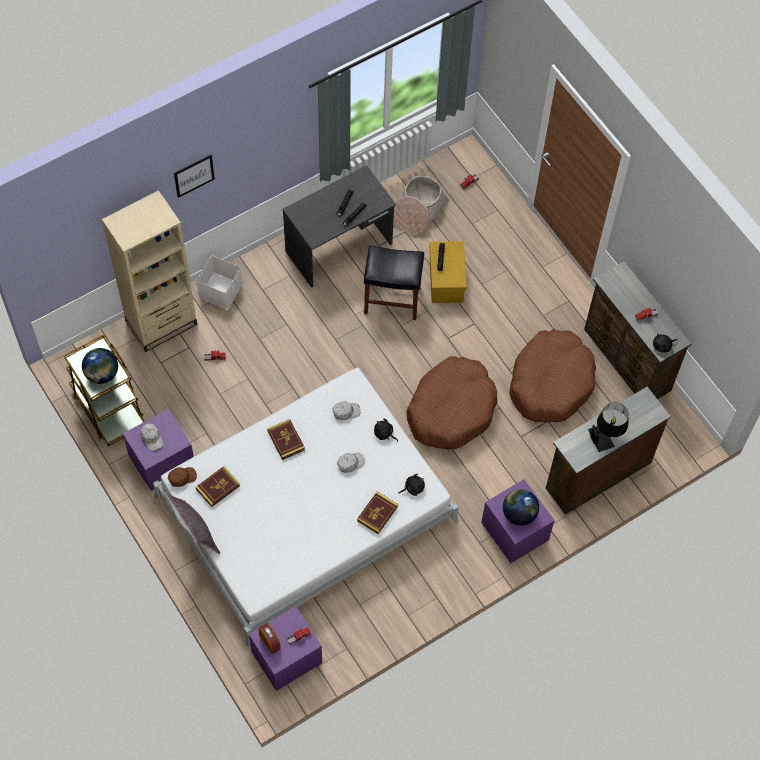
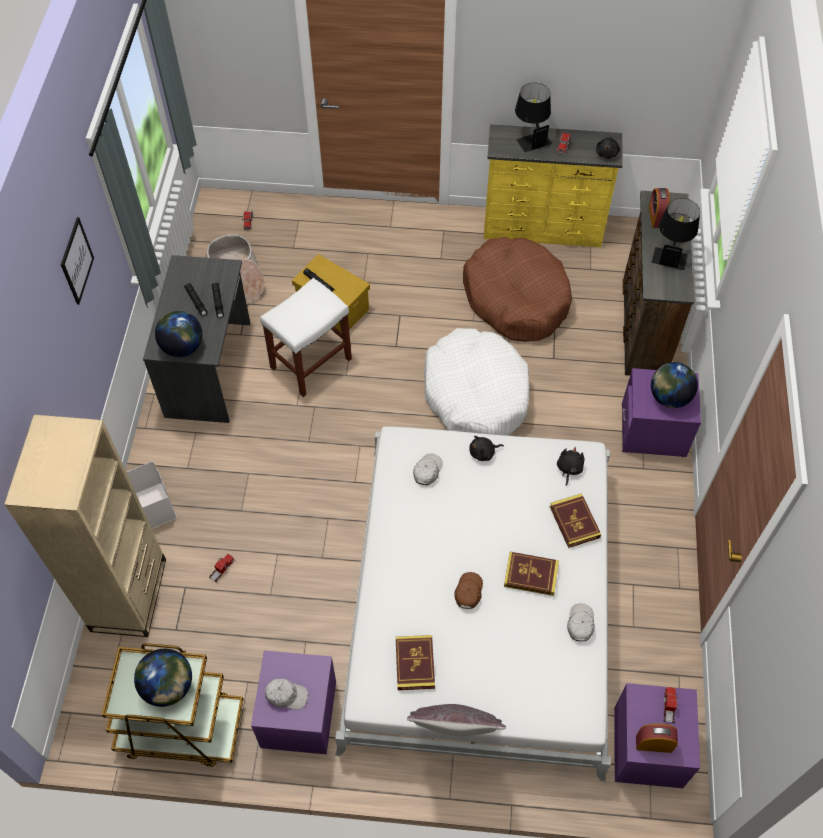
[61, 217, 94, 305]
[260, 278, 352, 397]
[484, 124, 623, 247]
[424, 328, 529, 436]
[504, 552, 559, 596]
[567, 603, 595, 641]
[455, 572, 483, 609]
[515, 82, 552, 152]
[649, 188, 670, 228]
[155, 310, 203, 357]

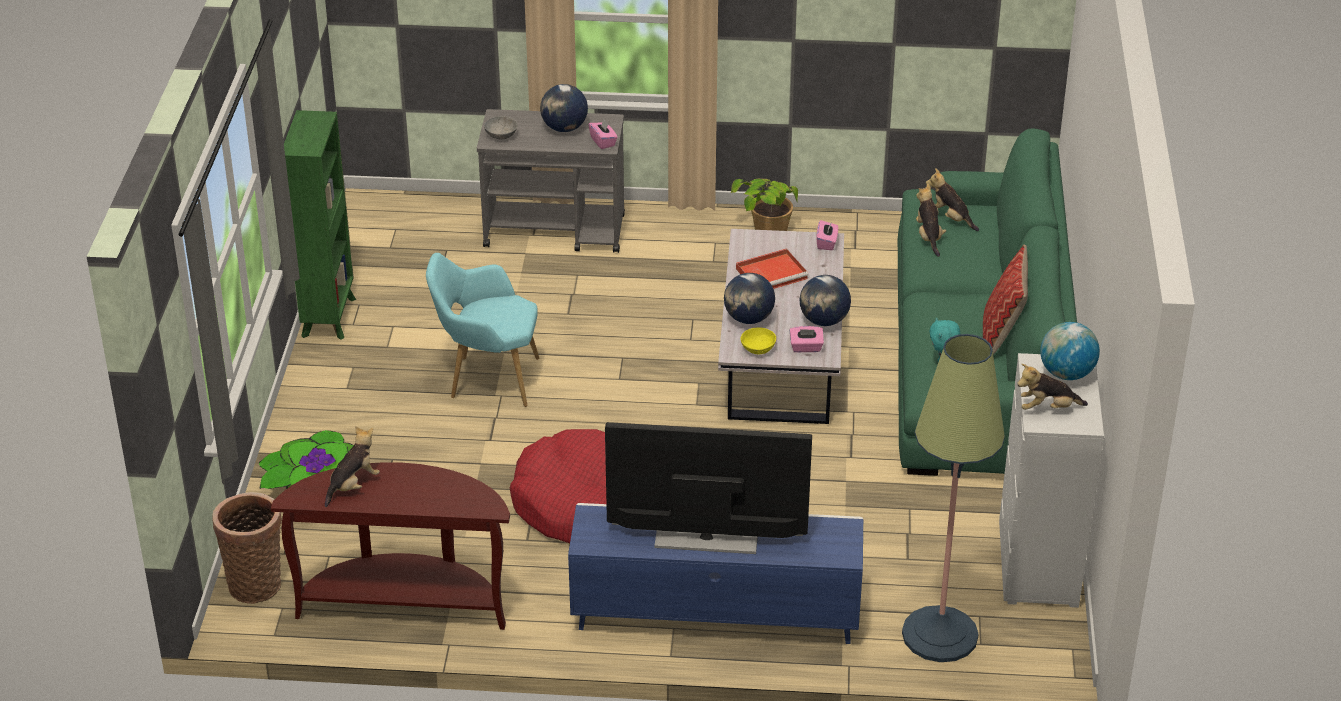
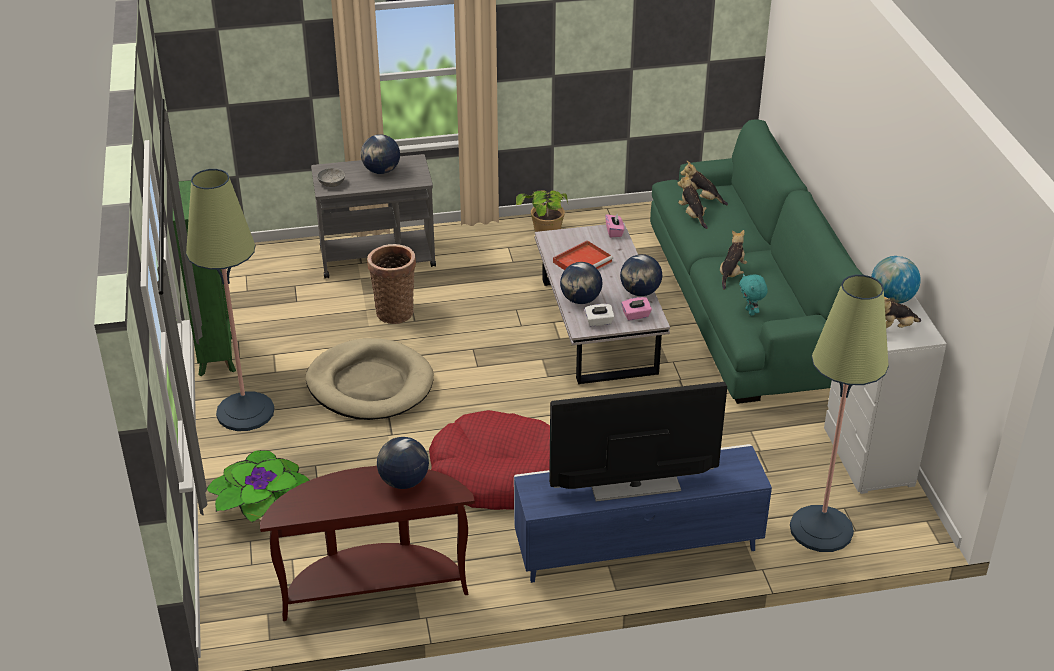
[588, 119, 618, 149] (first image)
[983, 245, 1028, 355] (first image)
[306, 338, 434, 420]
[585, 304, 614, 327]
[720, 230, 747, 290]
[367, 244, 416, 324]
[186, 169, 274, 431]
[377, 437, 429, 489]

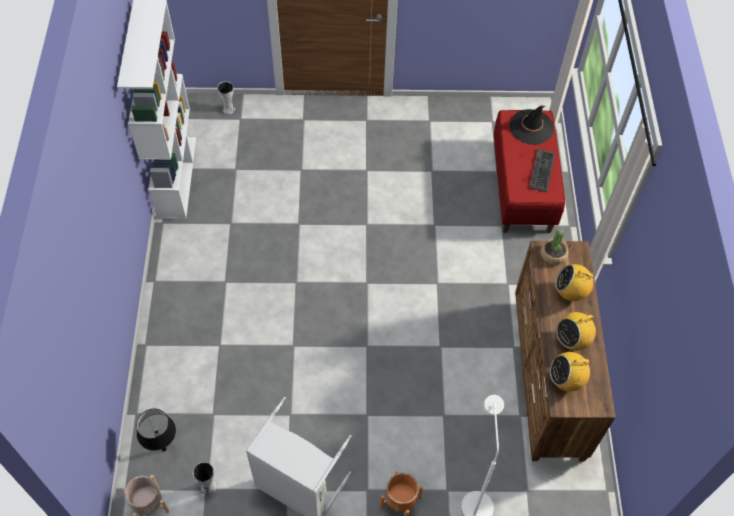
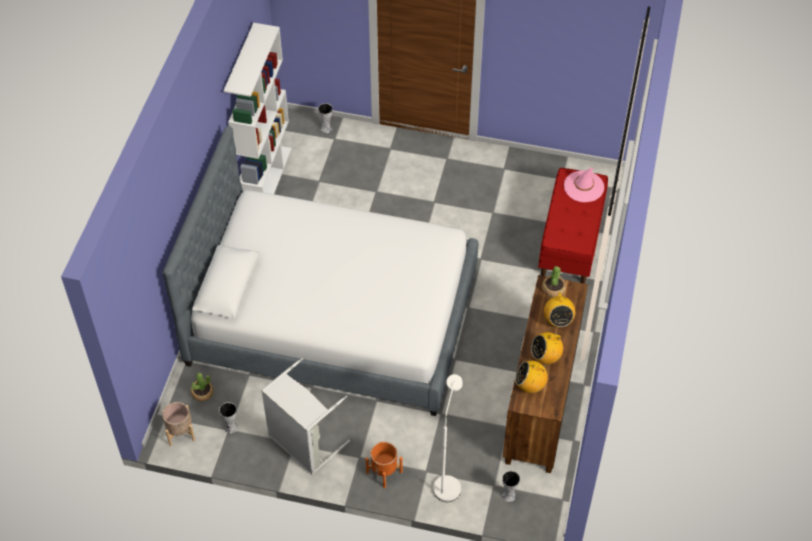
[564, 168, 604, 202]
[529, 149, 555, 192] (first image)
[544, 292, 575, 328]
[191, 373, 214, 402]
[163, 126, 478, 416]
[502, 471, 520, 502]

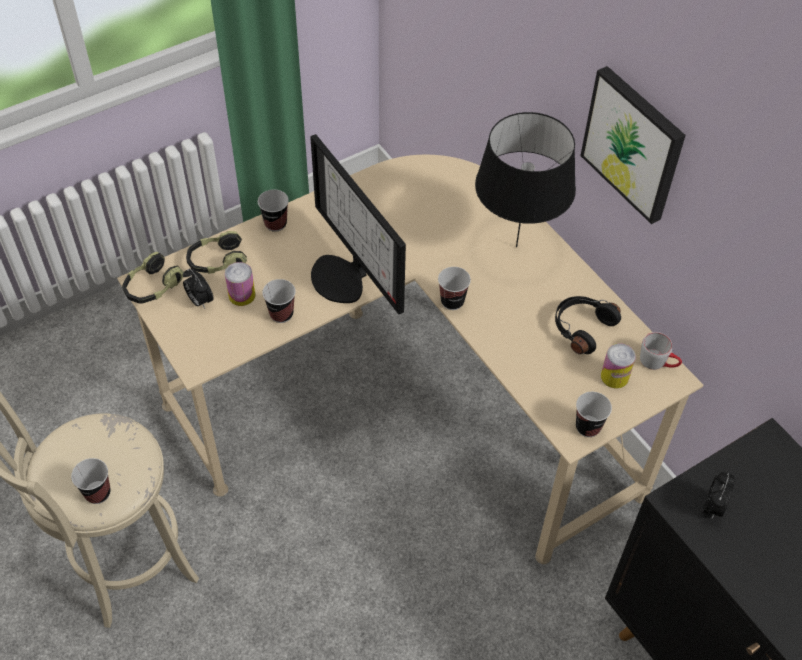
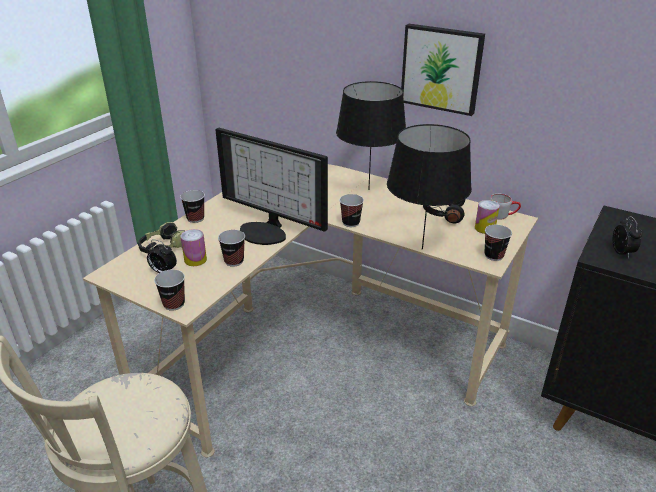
[122, 252, 184, 304] (first image)
[154, 270, 185, 311]
[387, 124, 472, 250]

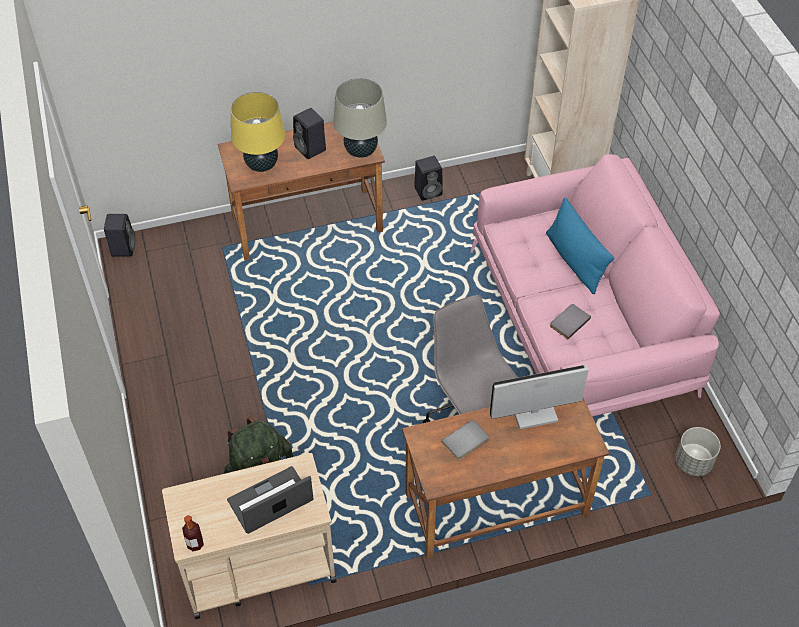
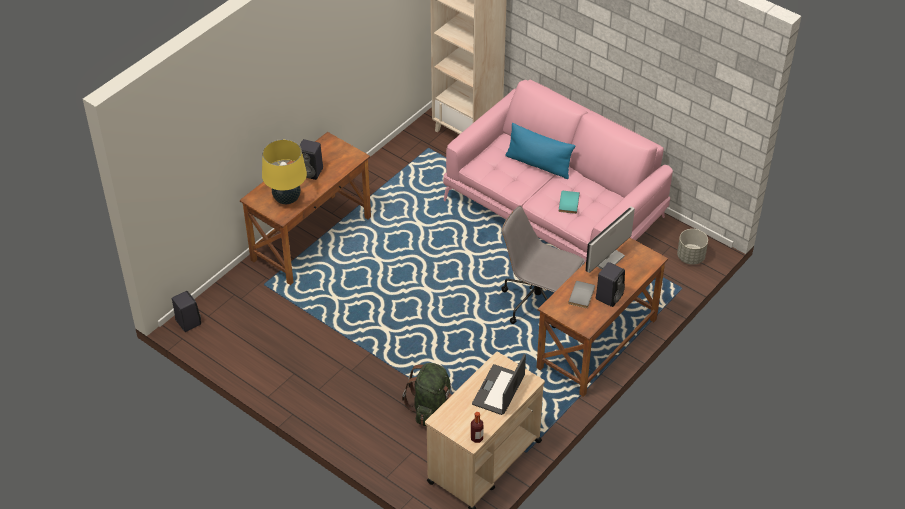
[333, 78, 387, 158] (first image)
[596, 262, 625, 307]
[559, 191, 580, 214]

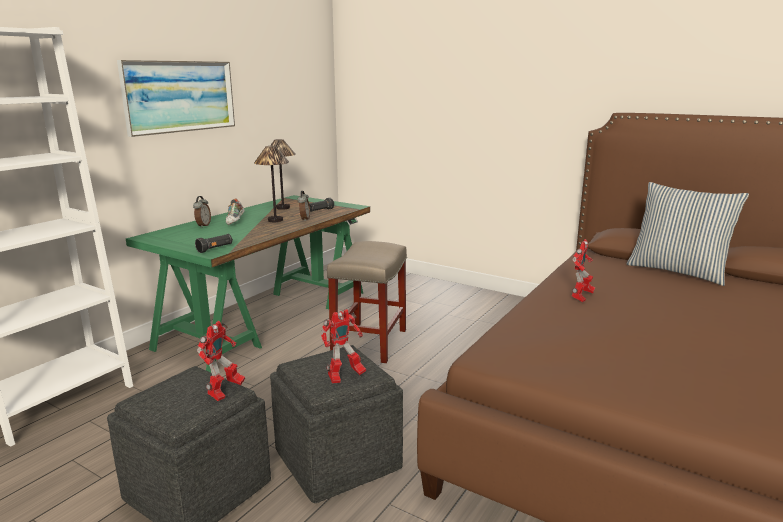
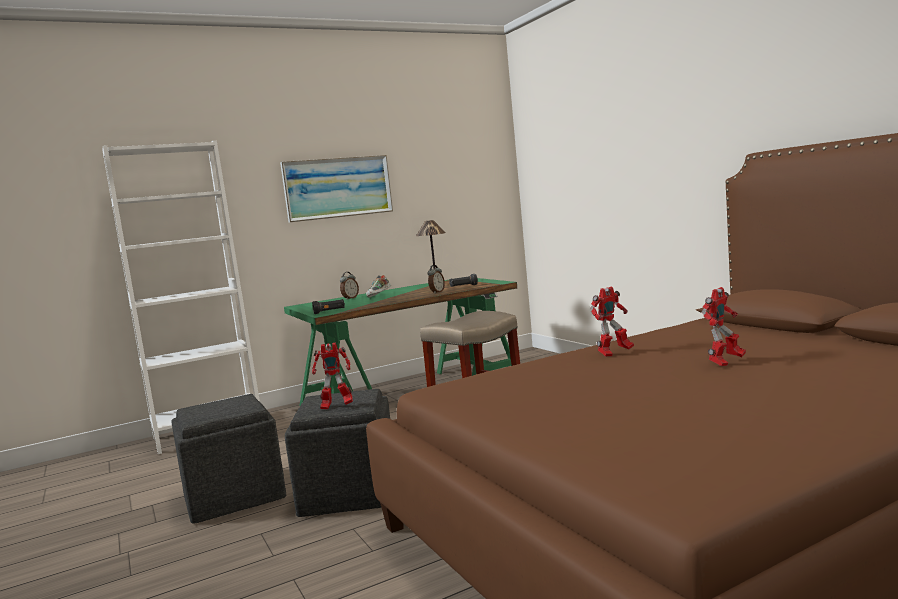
[254, 146, 289, 222] (first image)
[627, 182, 749, 286] (first image)
[702, 287, 746, 366]

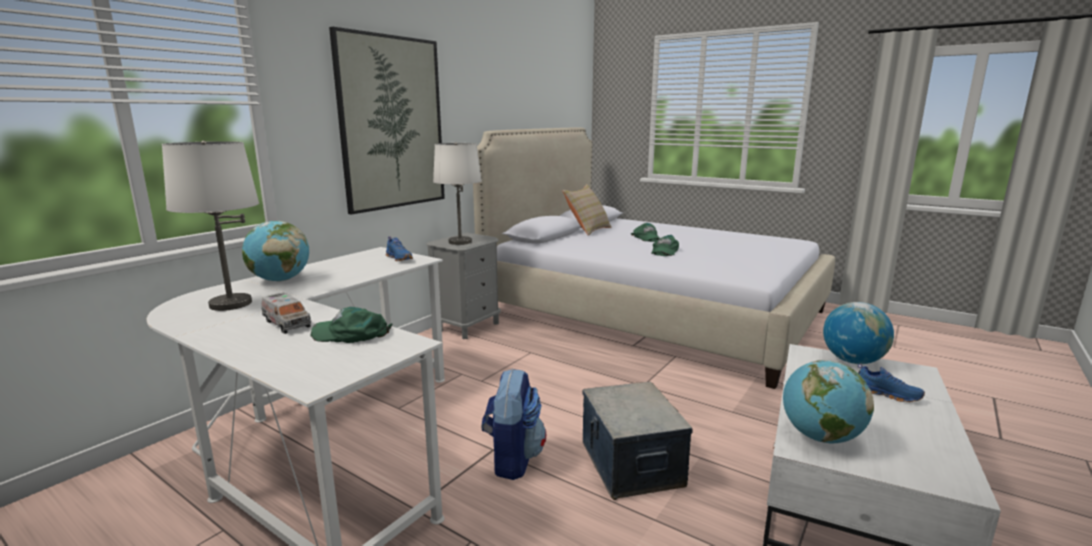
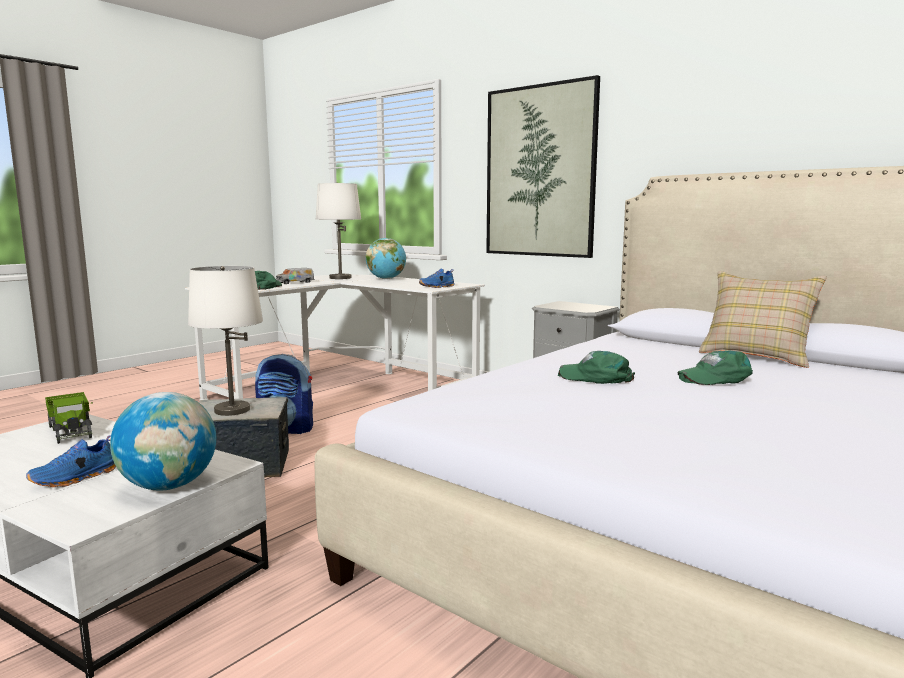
[188, 266, 263, 416]
[45, 392, 93, 444]

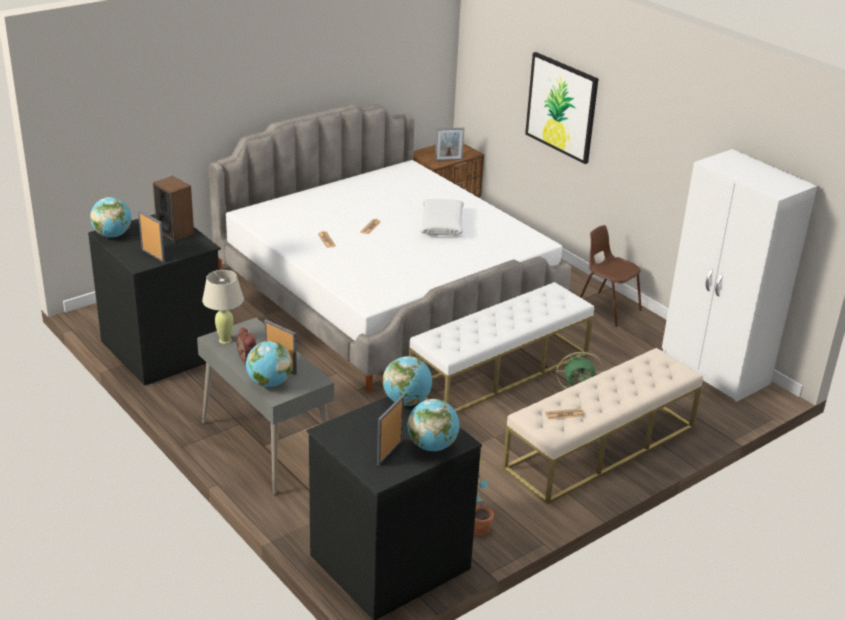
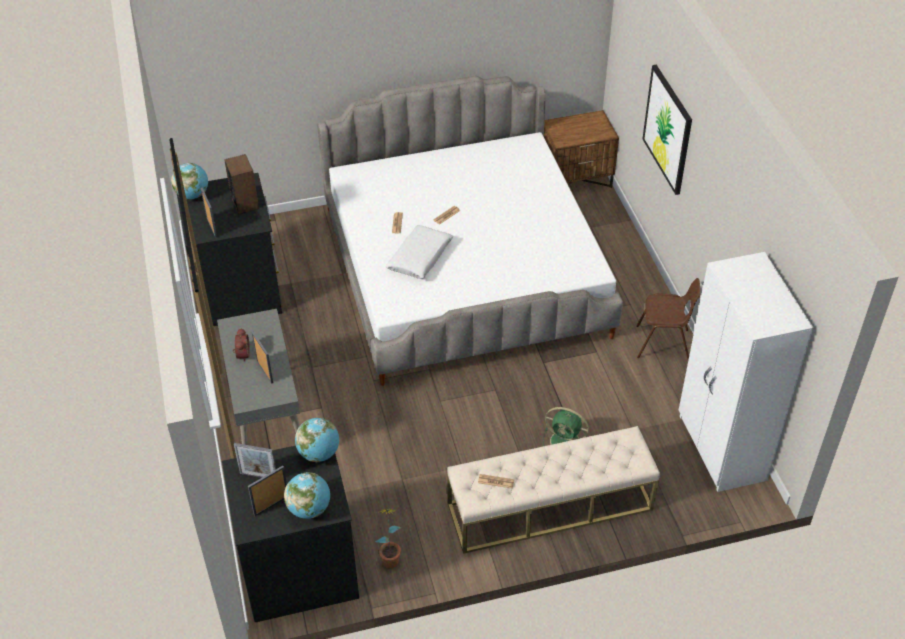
[234, 443, 276, 478]
[386, 225, 453, 279]
[637, 278, 700, 360]
[202, 270, 244, 344] (first image)
[409, 282, 594, 413] (first image)
[246, 341, 292, 387] (first image)

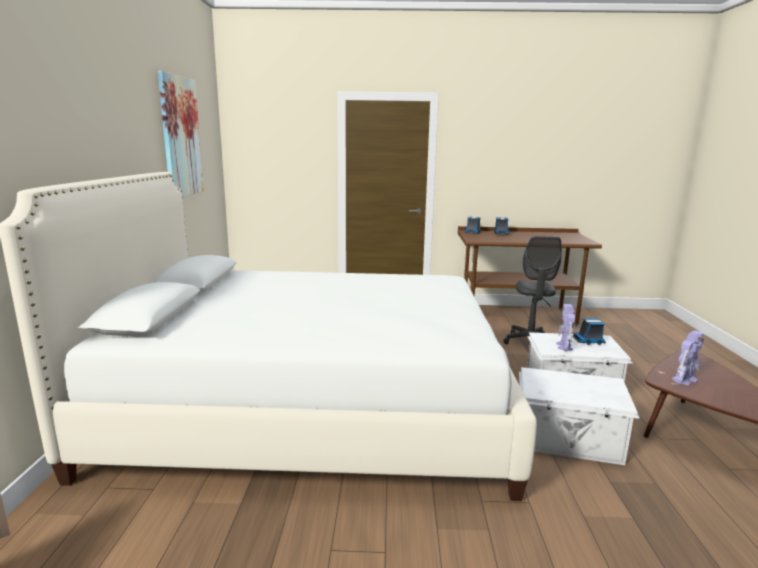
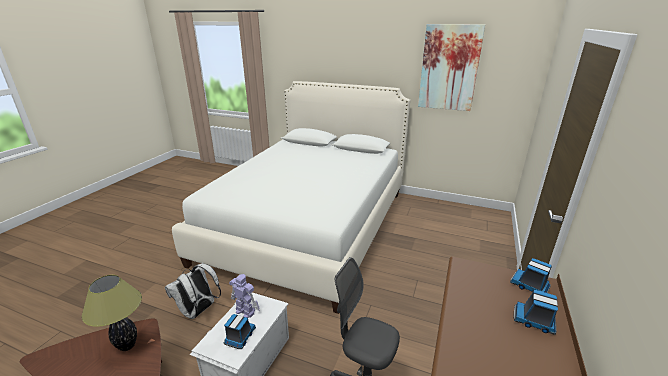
[82, 275, 142, 351]
[165, 263, 221, 319]

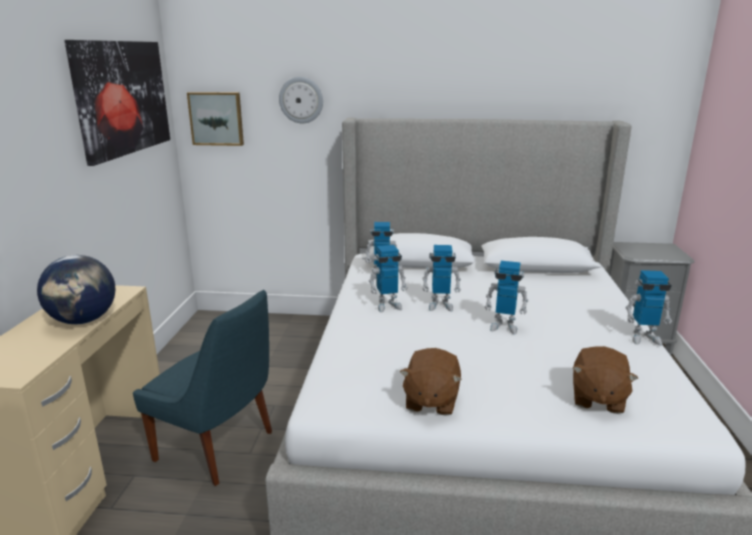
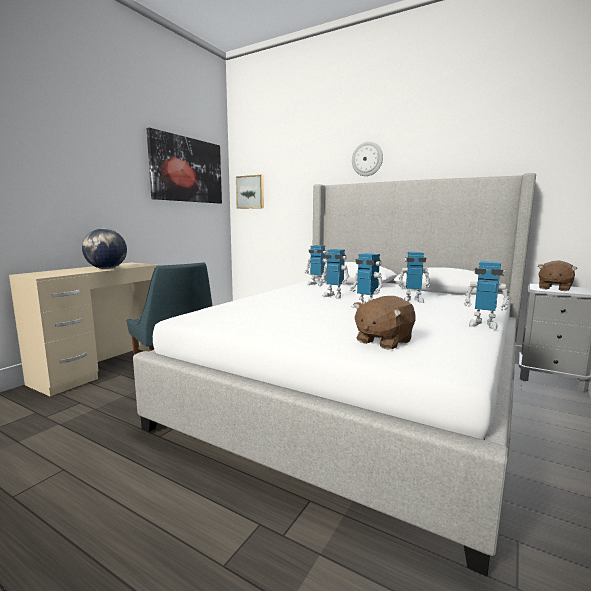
[352, 142, 383, 176]
[399, 252, 430, 303]
[538, 260, 577, 291]

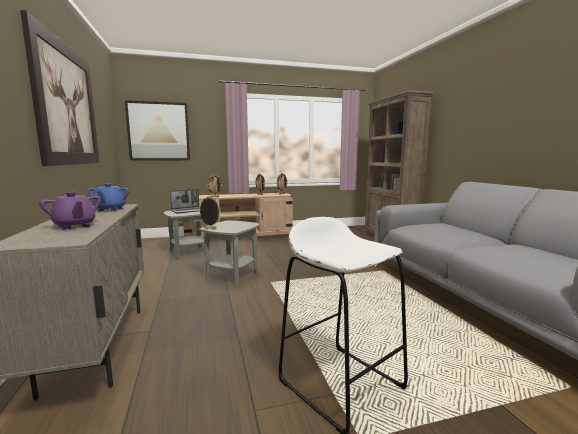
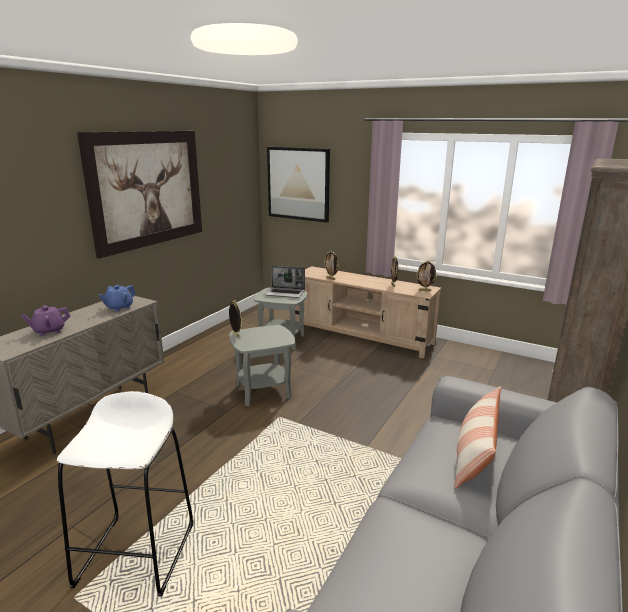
[21, 305, 70, 336]
[454, 386, 501, 489]

